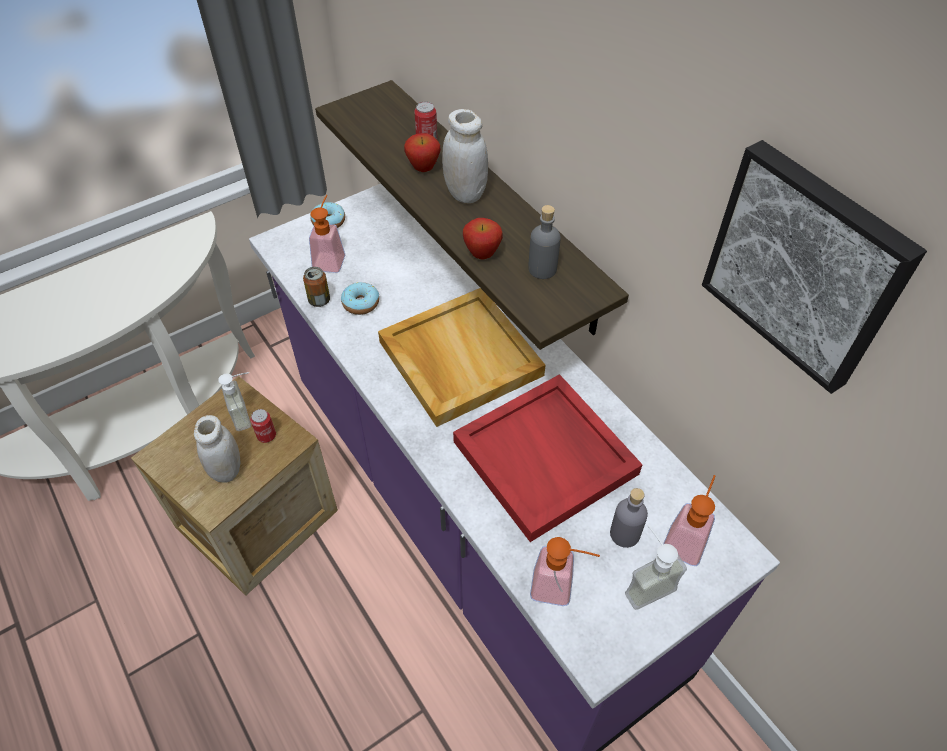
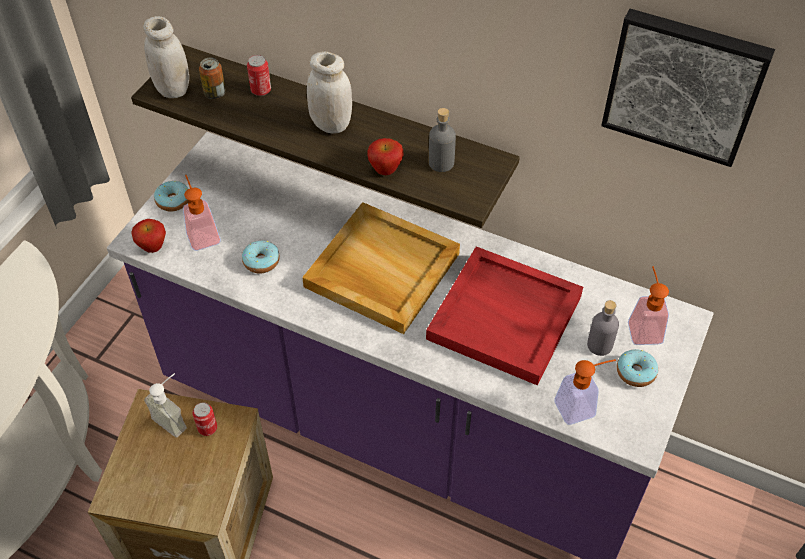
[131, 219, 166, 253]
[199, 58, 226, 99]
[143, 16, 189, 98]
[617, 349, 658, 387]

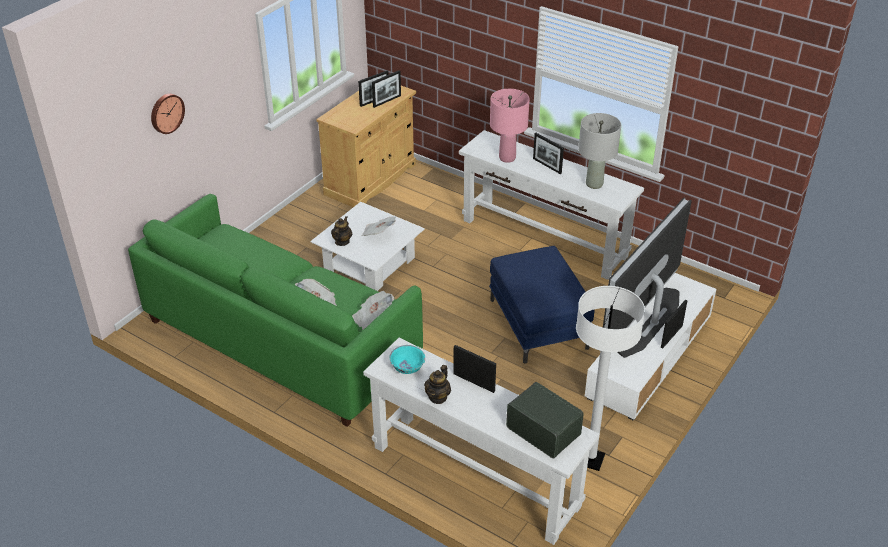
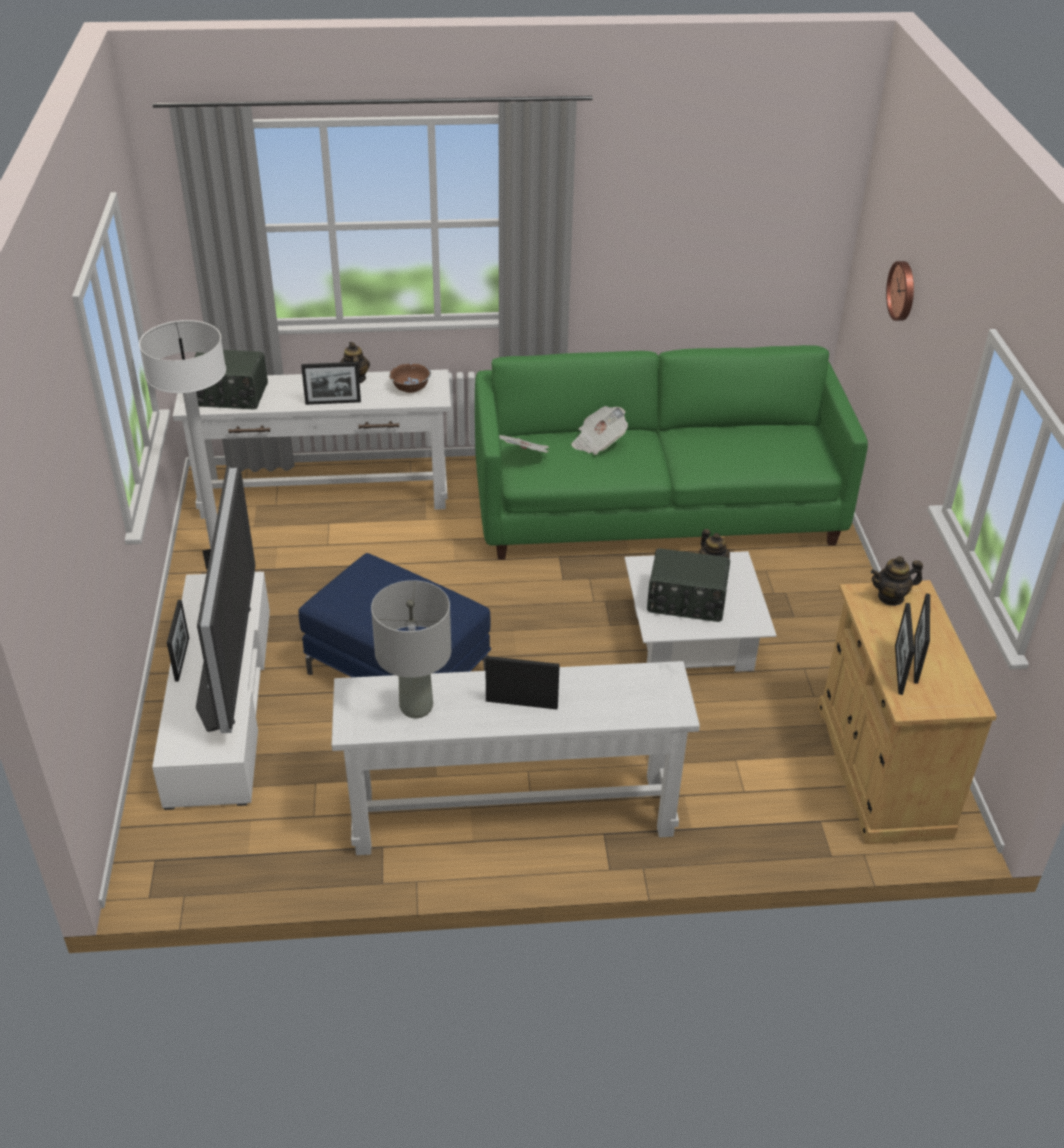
[490, 89, 530, 163] (first image)
[647, 549, 730, 622]
[389, 363, 431, 393]
[871, 556, 923, 606]

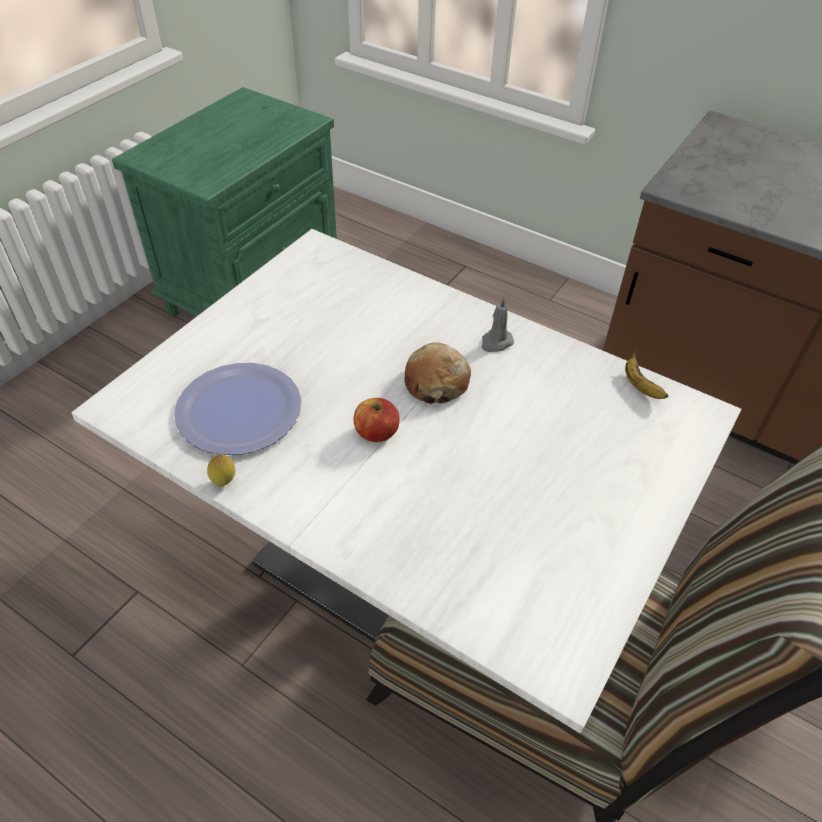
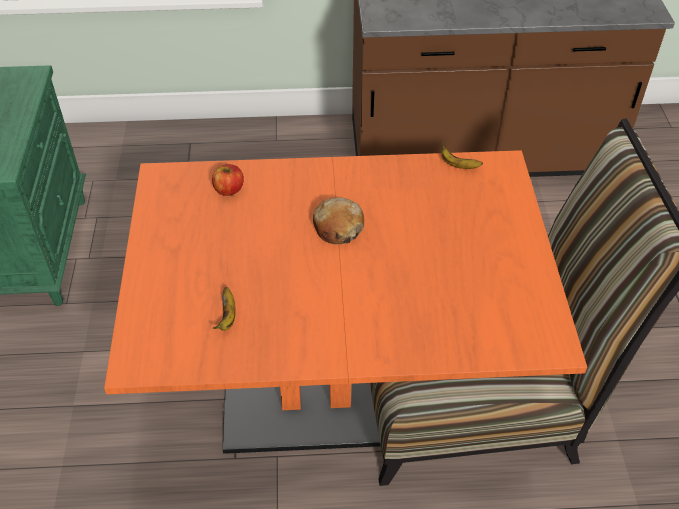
[104, 150, 587, 454]
[482, 296, 514, 352] (first image)
[213, 287, 236, 331]
[212, 164, 244, 196]
[207, 455, 235, 486] (first image)

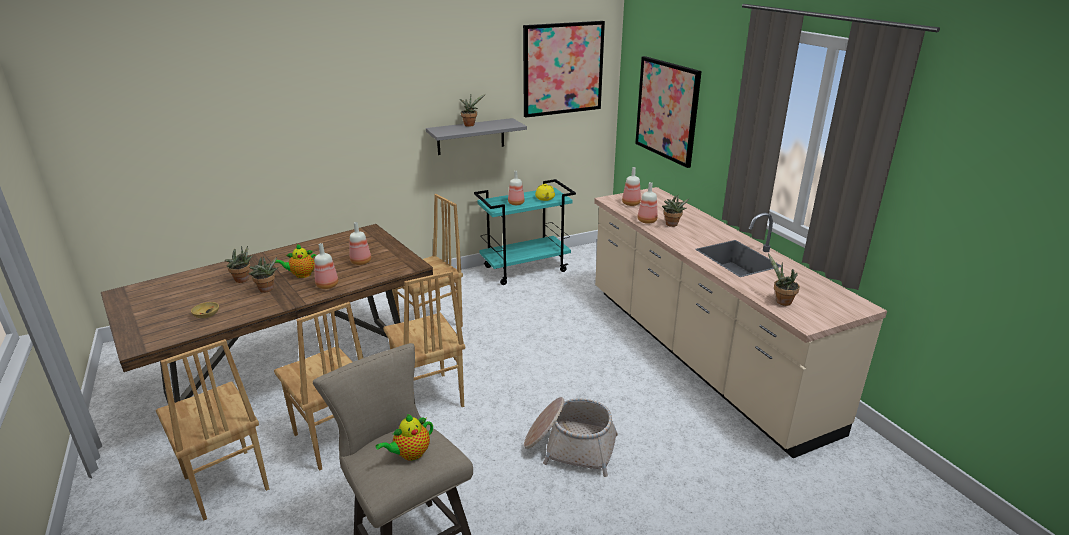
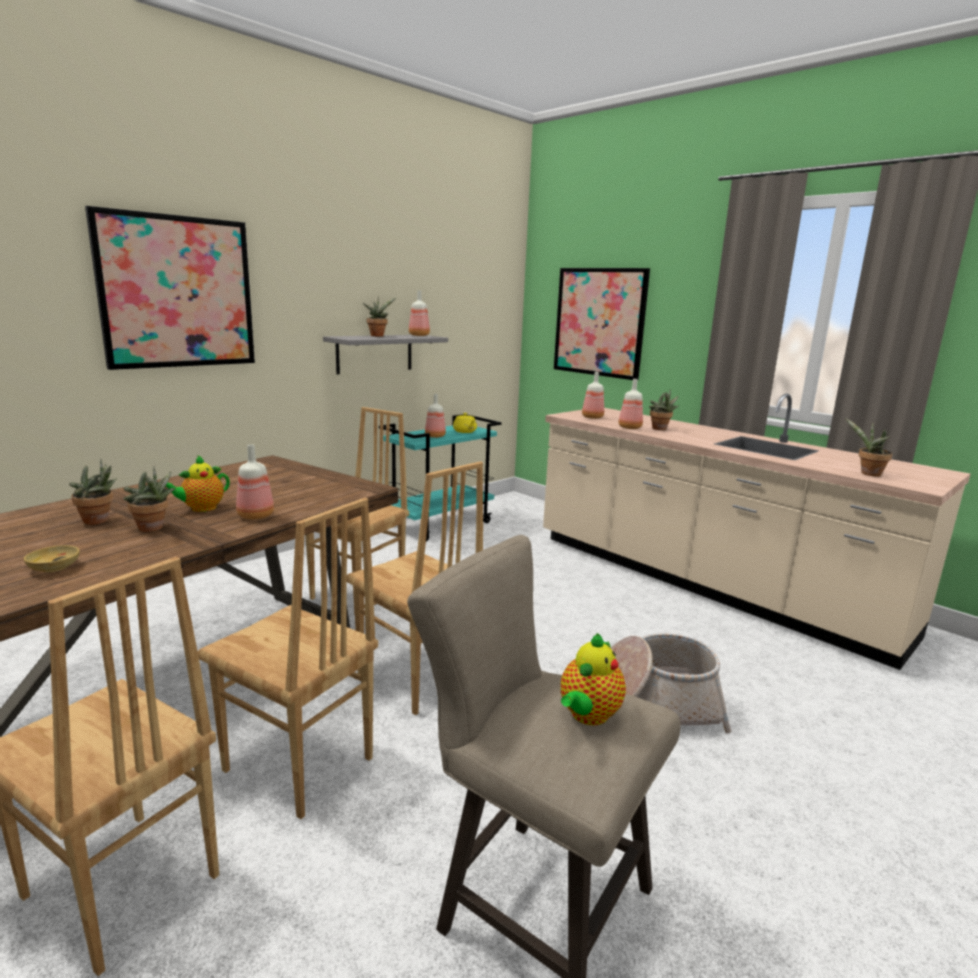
[85, 206, 255, 370]
[409, 290, 430, 336]

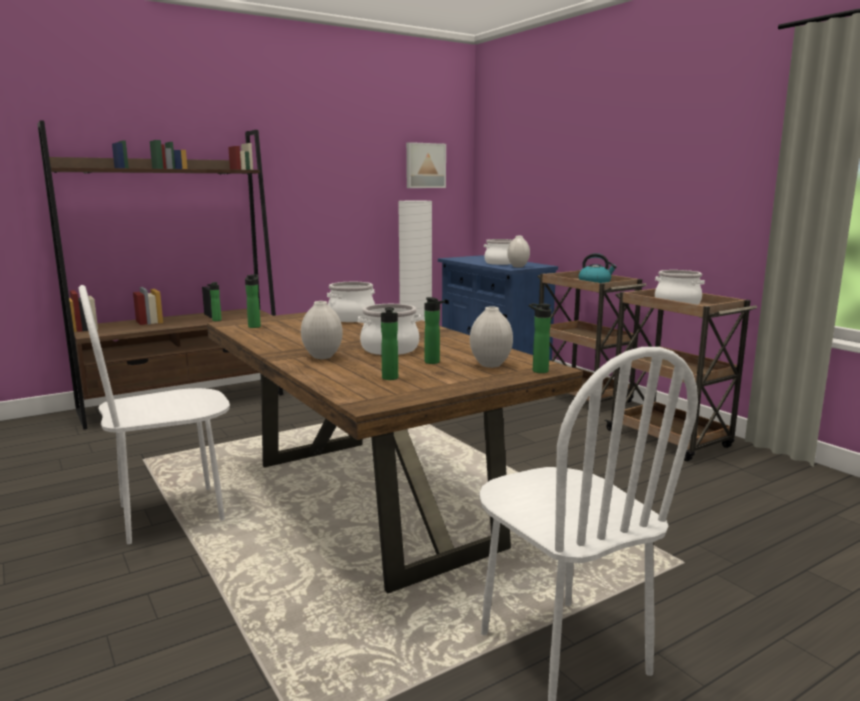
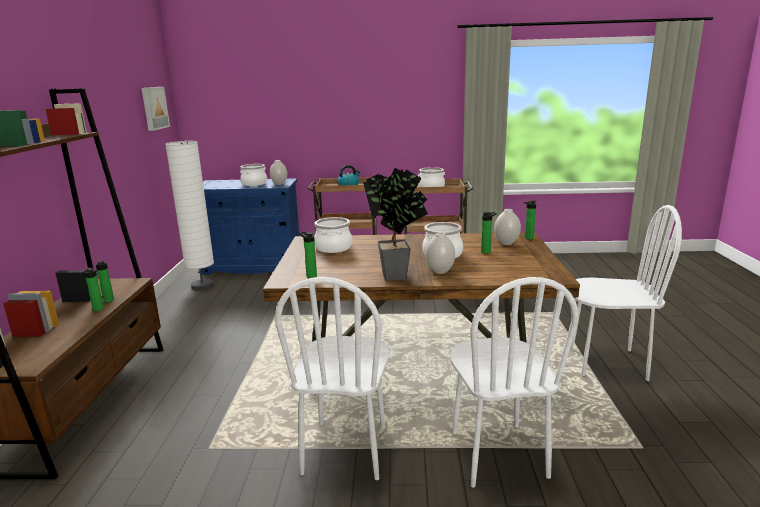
[85, 268, 104, 311]
[363, 168, 428, 281]
[449, 277, 578, 488]

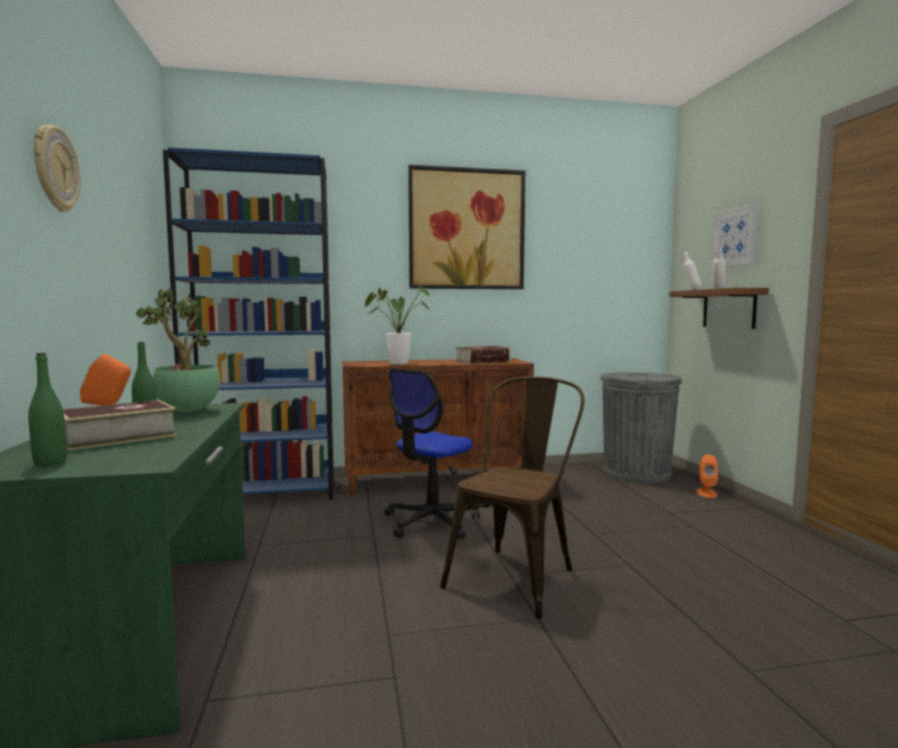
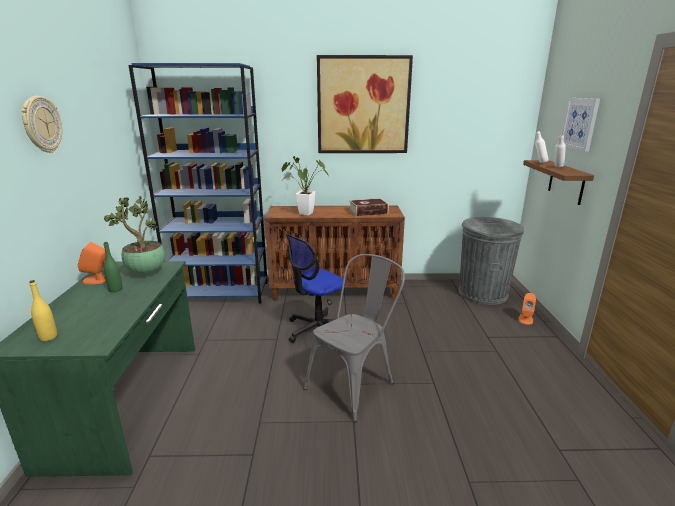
[29, 280, 57, 341]
[303, 254, 405, 422]
[63, 400, 177, 451] (first image)

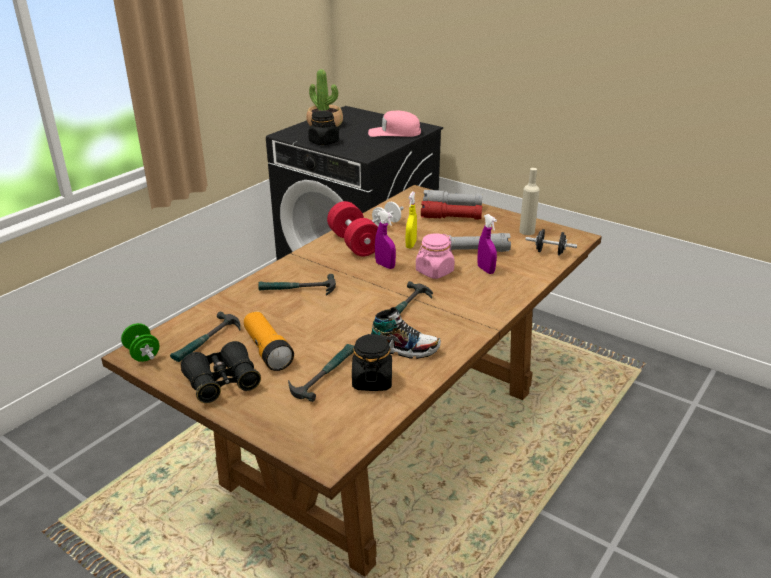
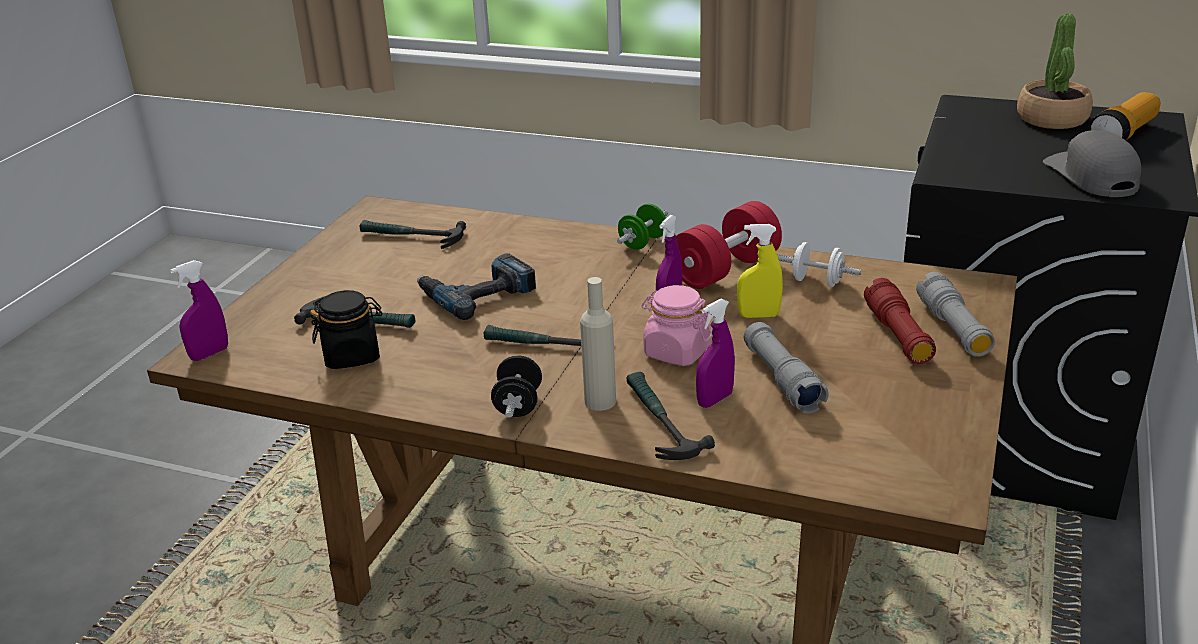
[308, 111, 339, 145] (first image)
[1043, 130, 1141, 197]
[580, 277, 616, 411]
[491, 355, 542, 418]
[627, 372, 715, 460]
[371, 307, 441, 359] (first image)
[1088, 92, 1160, 140]
[617, 204, 668, 250]
[181, 341, 261, 403] (first image)
[417, 253, 536, 320]
[170, 260, 228, 361]

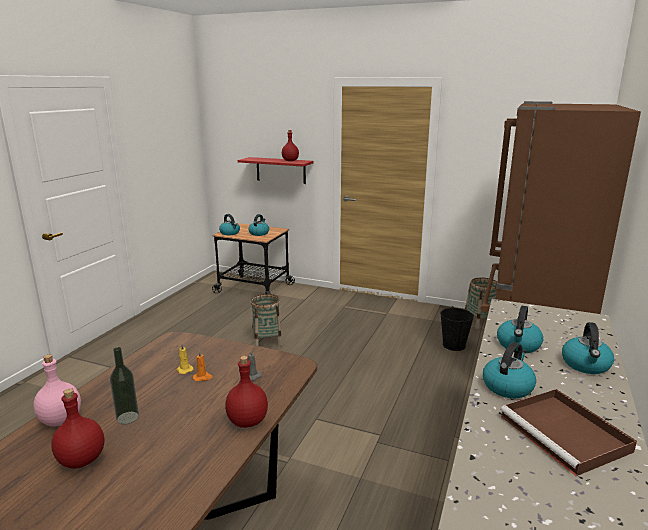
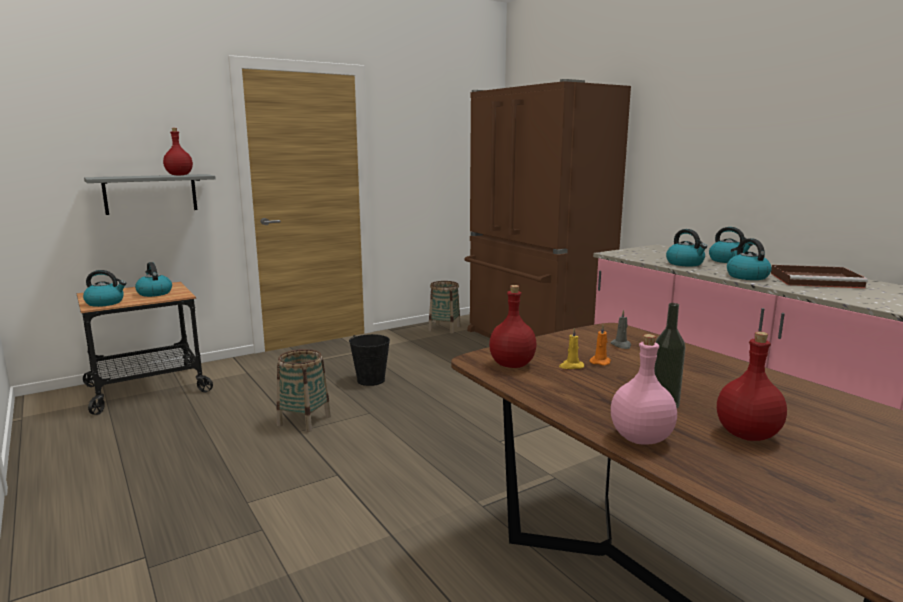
[84, 174, 216, 215]
[349, 334, 390, 386]
[489, 285, 537, 368]

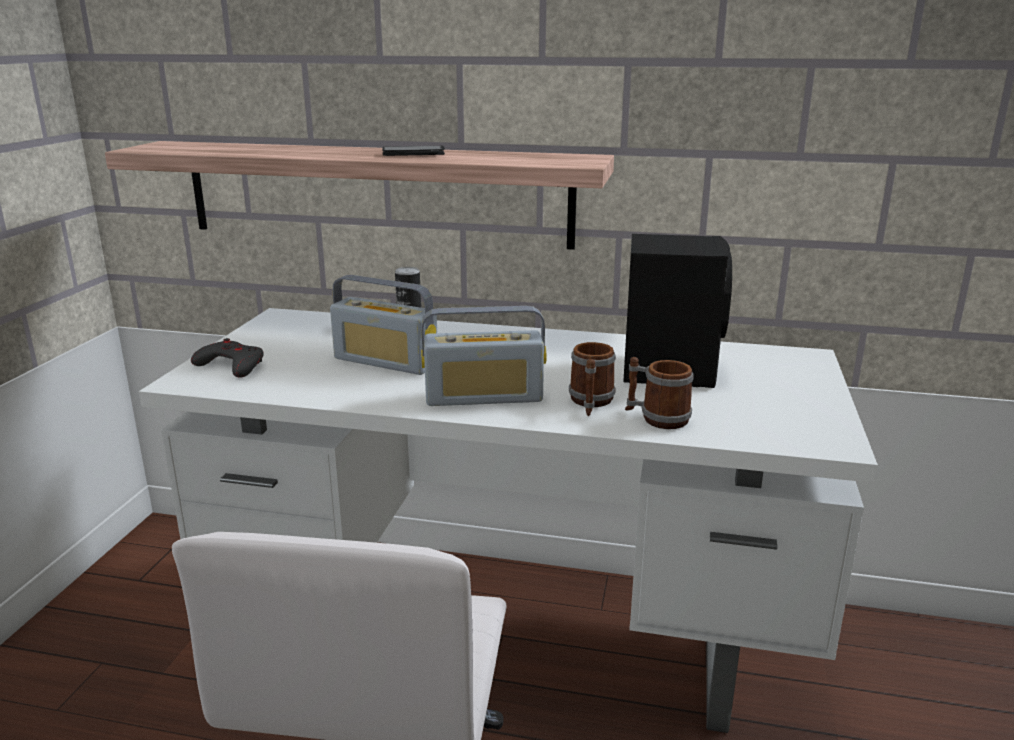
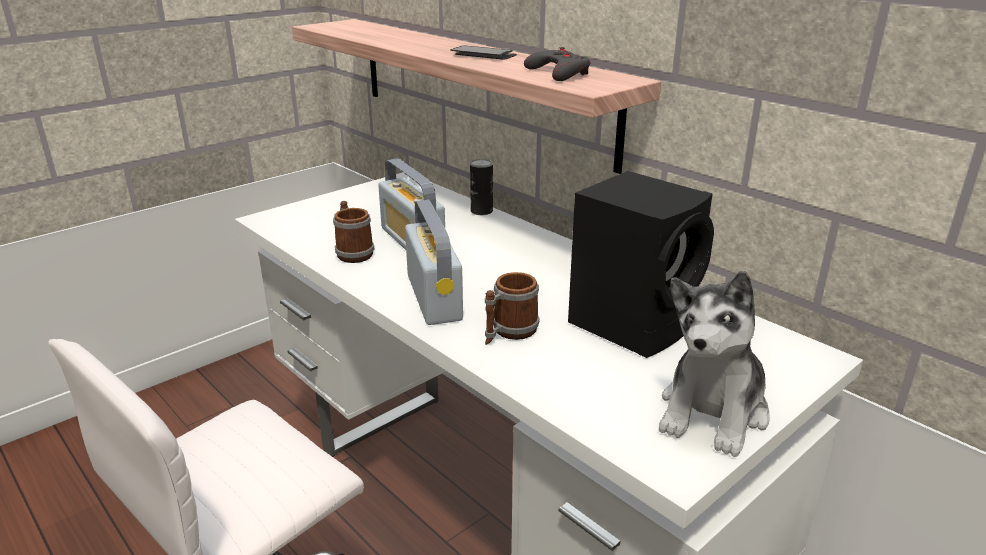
[405, 200, 463, 325]
[524, 47, 591, 81]
[333, 201, 374, 263]
[659, 271, 770, 457]

